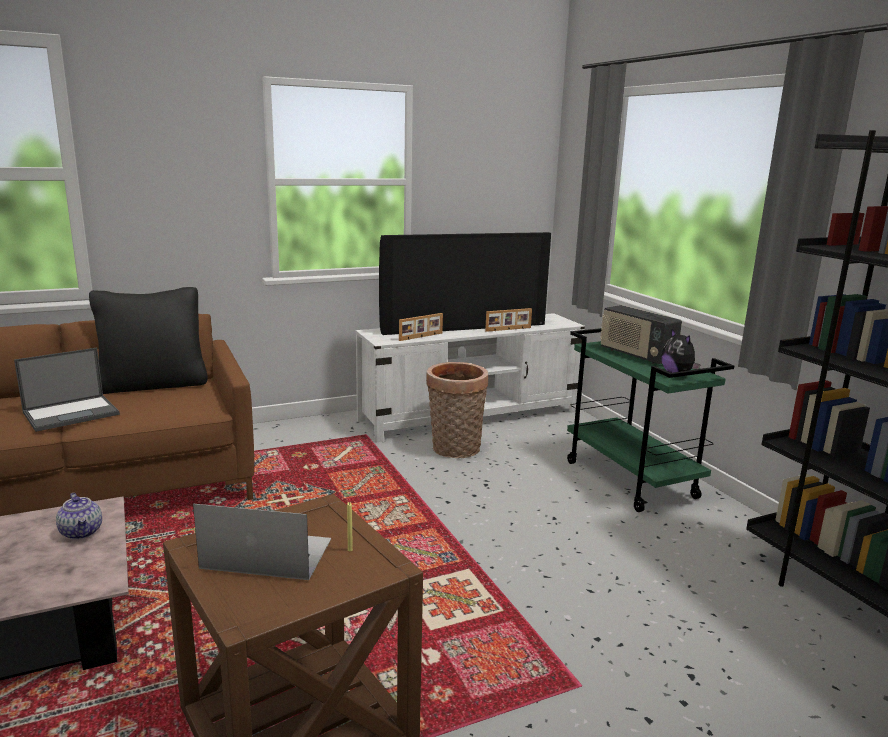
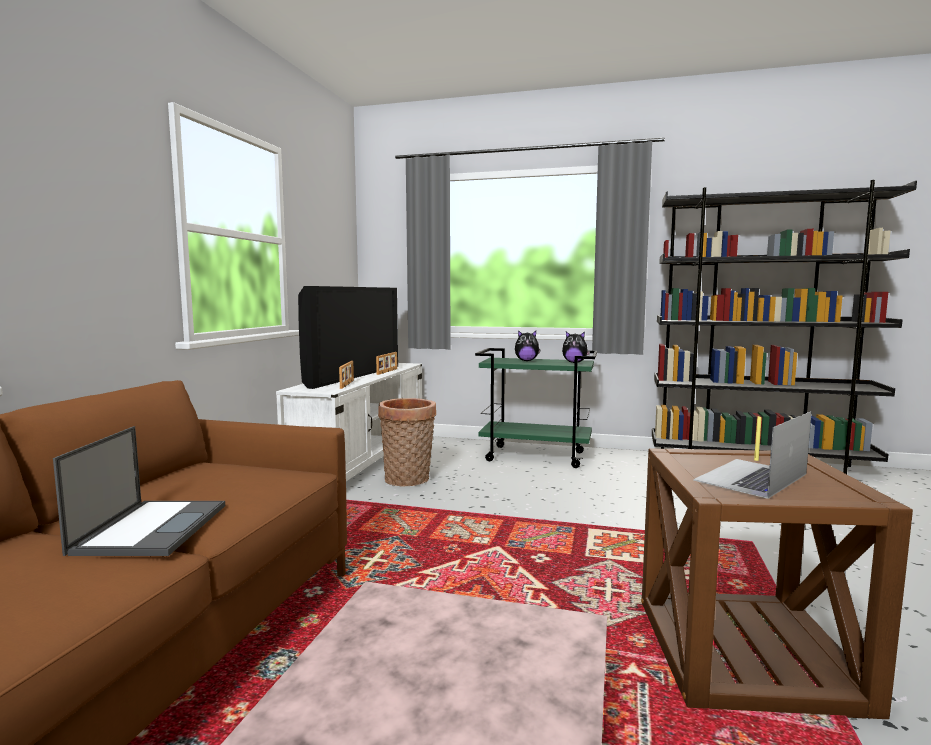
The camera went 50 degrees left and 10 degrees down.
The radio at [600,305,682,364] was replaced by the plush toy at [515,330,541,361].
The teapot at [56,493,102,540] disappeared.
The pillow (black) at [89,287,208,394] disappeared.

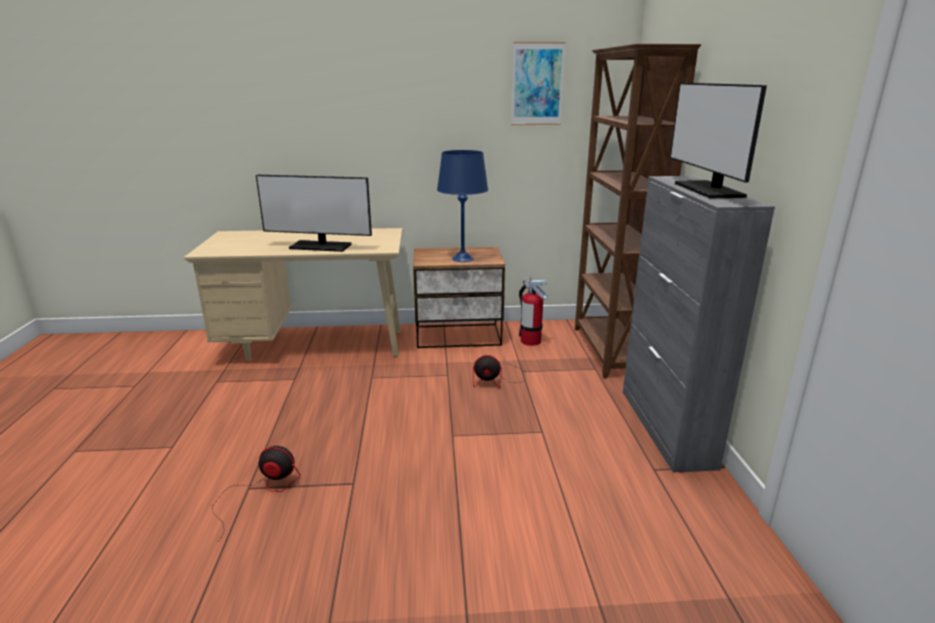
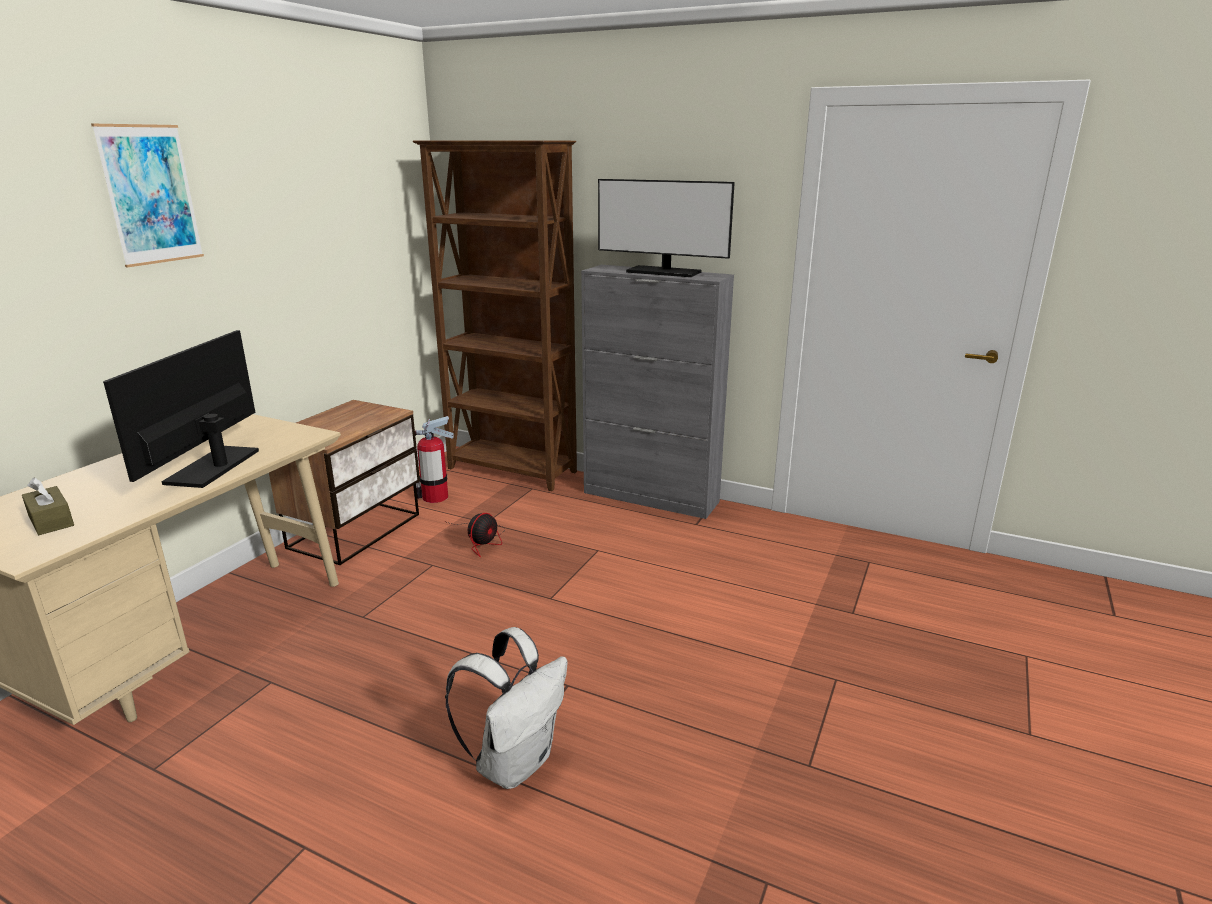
The camera went 60 degrees left and 0 degrees up.
The tissue box (brown) at [22,477,74,535] appeared.
The picture moved from [511,42,565,125] to [91,124,204,267].
The monitor at [256,175,372,252] turned 150 degrees clockwise.
The fan at [213,446,300,543] was replaced by the backpack (white) at [445,627,568,789].
The table lamp (blue) at [437,150,488,262] disappeared.

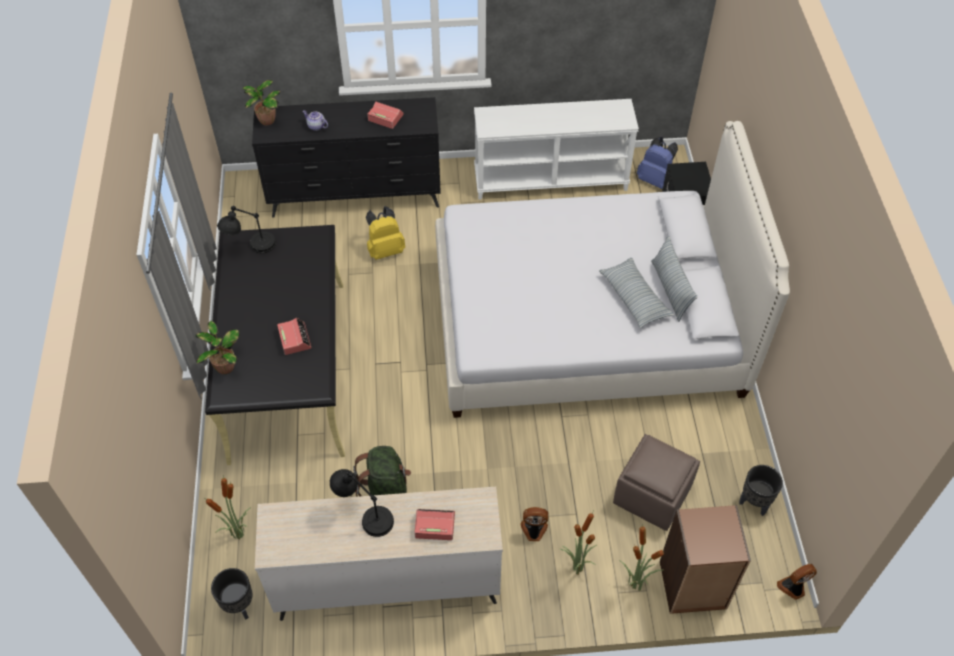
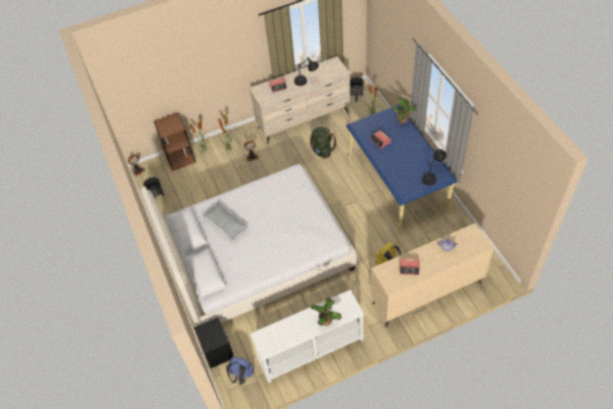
The camera went 165 degrees right and 0 degrees up.
The potted plant moved from [242,80,280,125] to [311,297,342,326].
The desk (black) at [205,225,345,465] became the desk (blue) at [346,104,457,235].
The dresser (black) at [252,97,441,218] became the dresser (beige) at [370,223,494,327].
The ottoman (brown) at [613,434,700,531] disappeared.
The pillow at [651,235,698,322] disappeared.

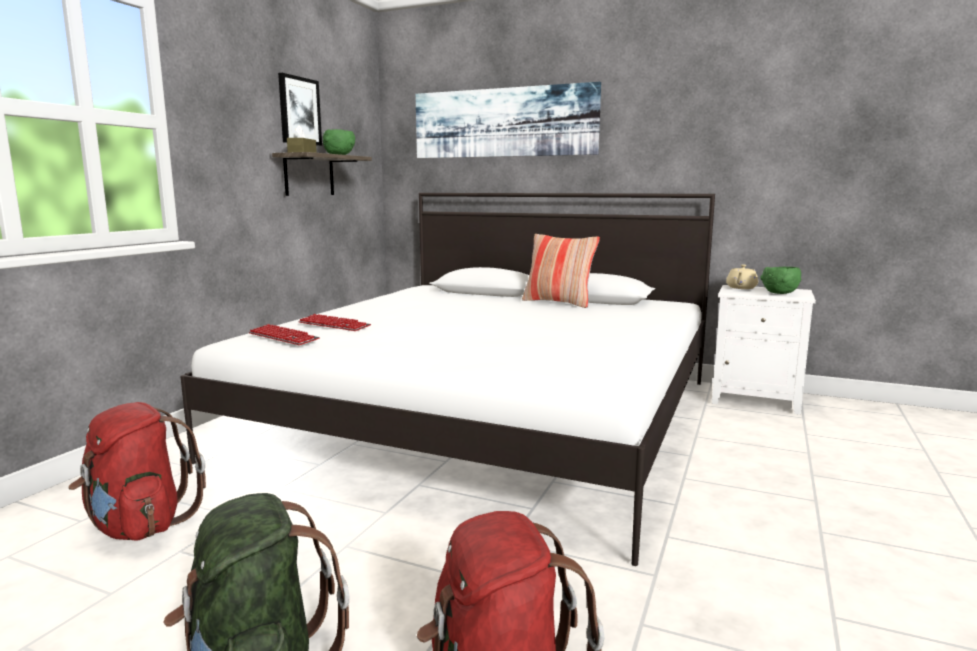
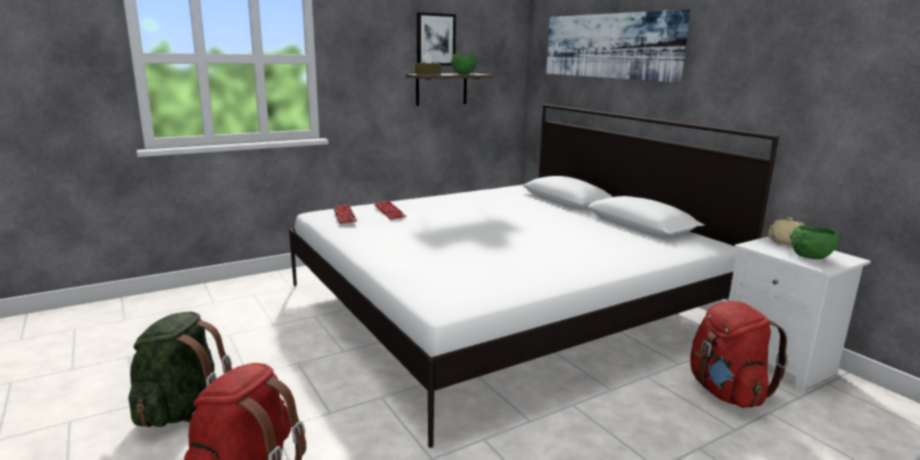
The camera went 35 degrees right and 5 degrees up.
The backpack (red) moved from [69,402,206,541] to [690,301,789,408].
The pillow at [522,234,600,308] disappeared.

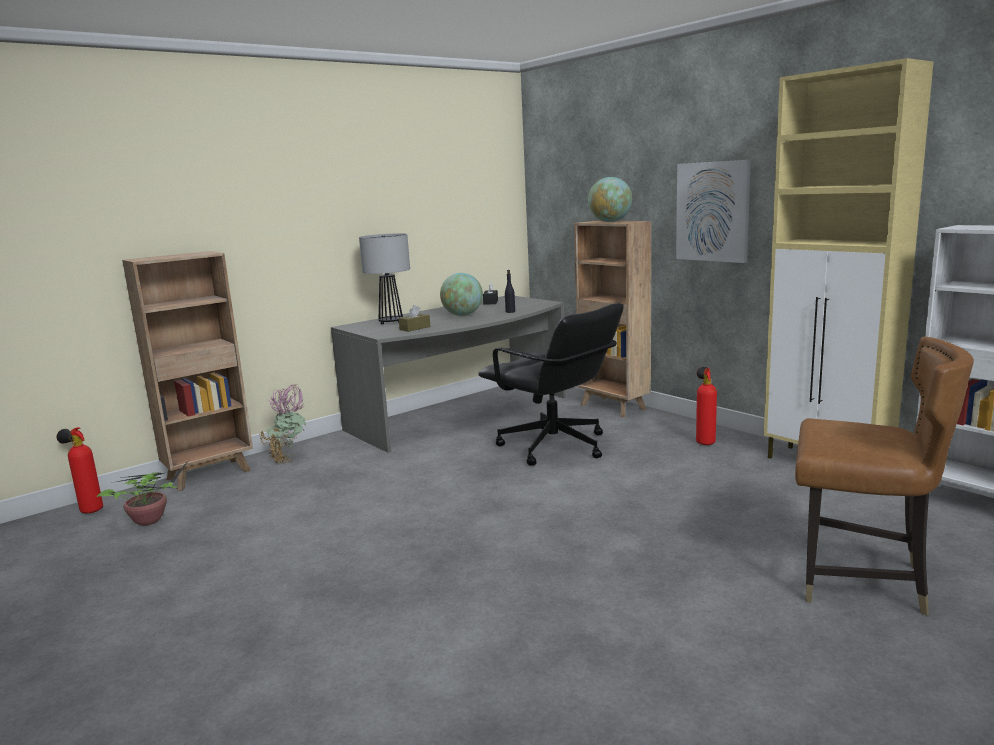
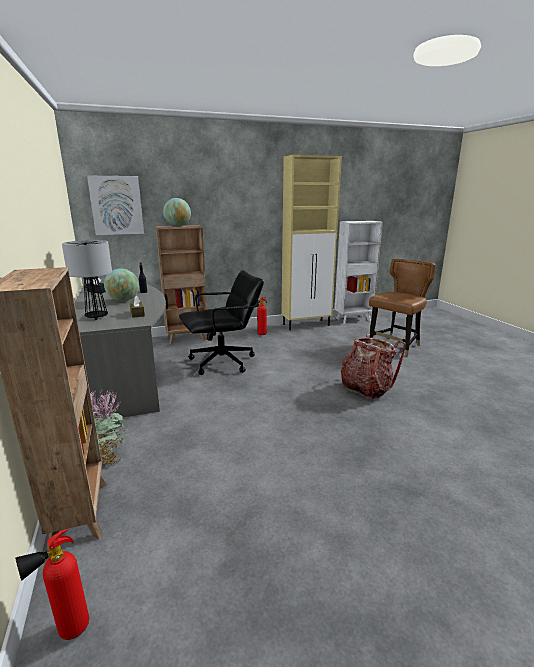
The camera went 70 degrees left and 5 degrees up.
The picture moved from [676,160,751,263] to [87,176,144,235].
The backpack at [341,333,405,399] appeared.
The potted plant at [96,460,189,526] disappeared.

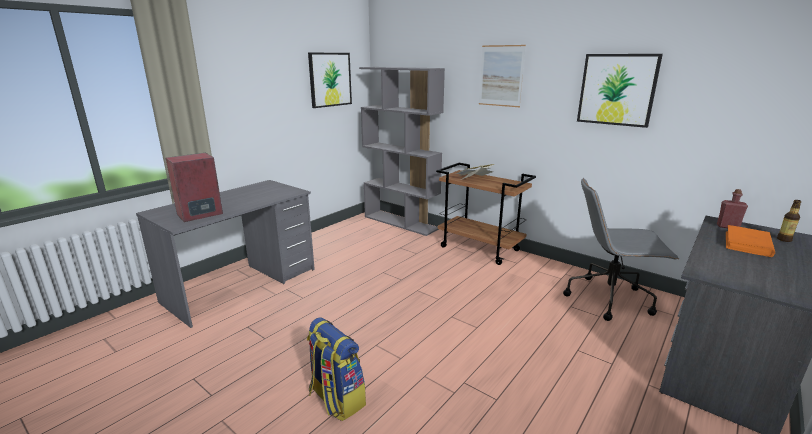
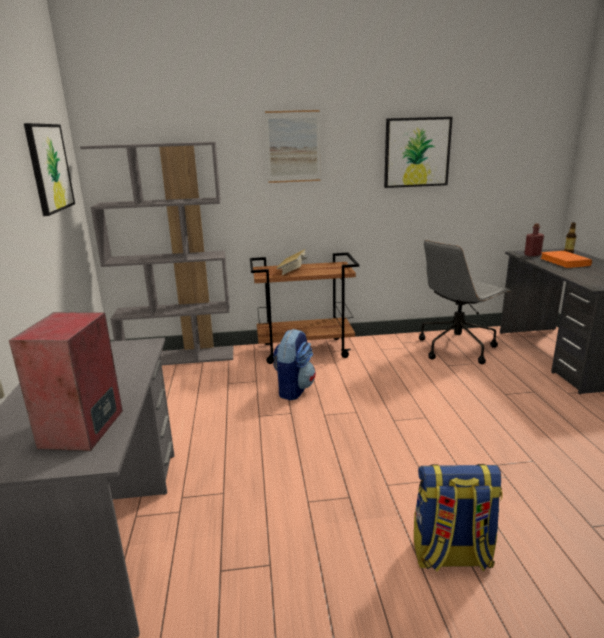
The camera went 45 degrees left and 0 degrees up.
The backpack at [272,329,316,401] appeared.

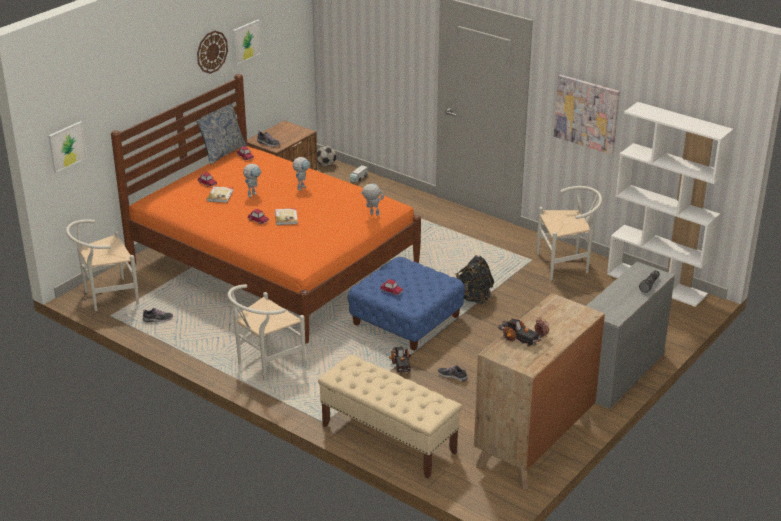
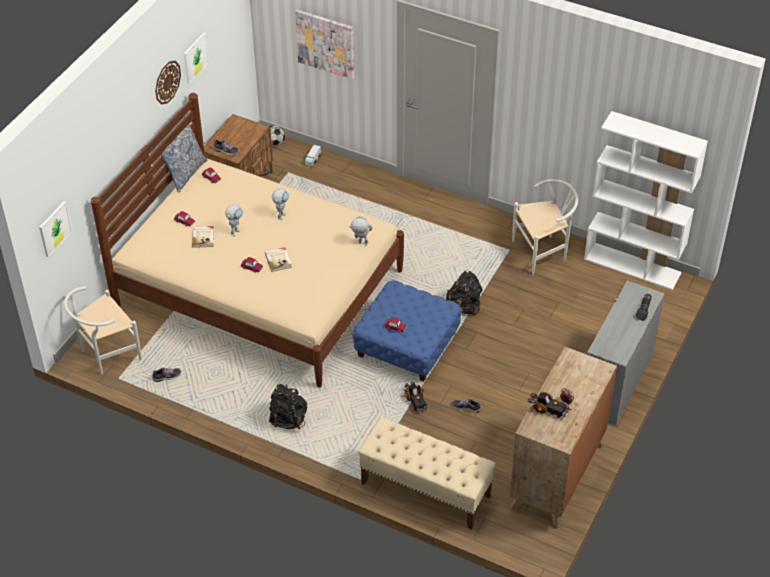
The camera went 10 degrees left and 15 degrees up.
The bed (orange) at [111,74,421,343] became the bed (beige) at [91,93,404,387].
The chair (white) at [227,284,306,381] was replaced by the backpack (black) at [269,384,307,429].
The picture moved from [554,74,620,154] to [295,10,354,80].

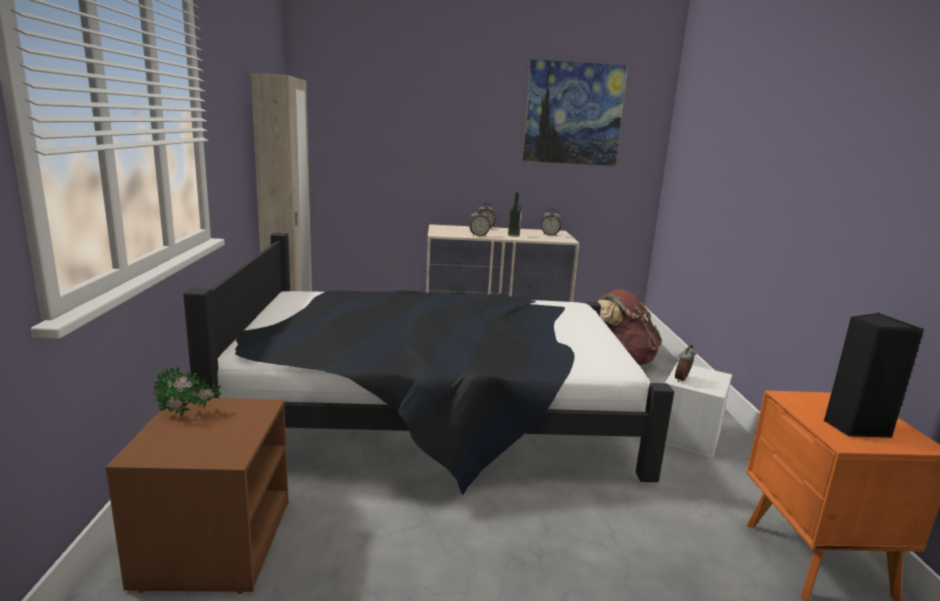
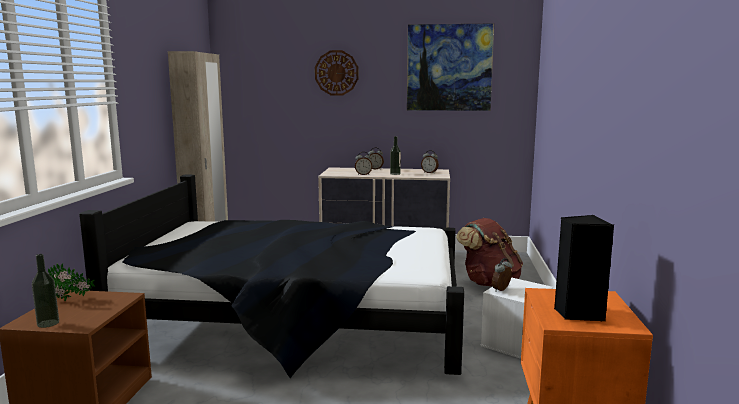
The camera went 10 degrees right and 5 degrees down.
The bottle at [32,254,59,328] appeared.
The wall clock at [315,50,358,96] appeared.

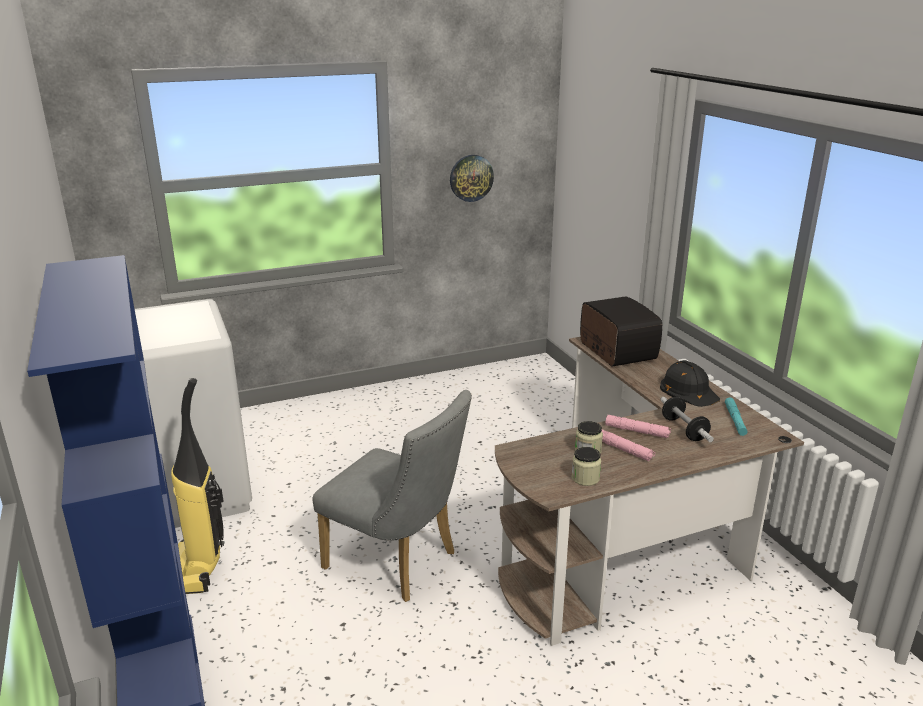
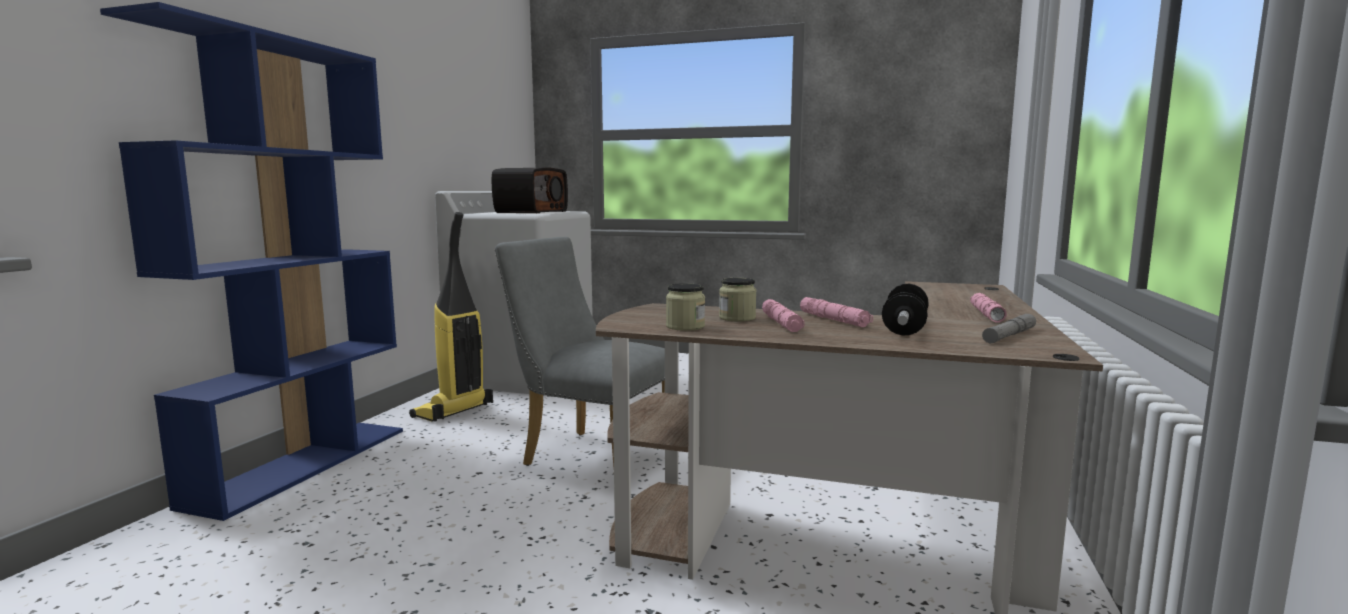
The camera went 40 degrees right and 15 degrees down.
The radio moved from [580,296,662,367] to [492,168,568,213].
The chair (grey) at [313,390,472,602] turned 135 degrees clockwise.
The hard hat (black) at [660,360,720,407] was replaced by the flashlight (pink) at [970,293,1007,323].
The flashlight (turquoise) at [725,398,748,436] became the flashlight (grey) at [982,314,1036,343].
The wall clock at [450,155,494,202] disappeared.

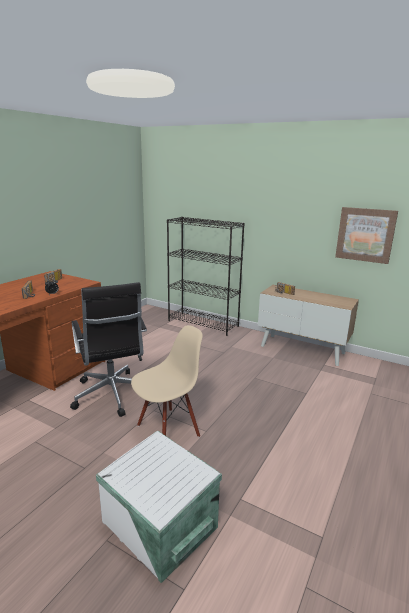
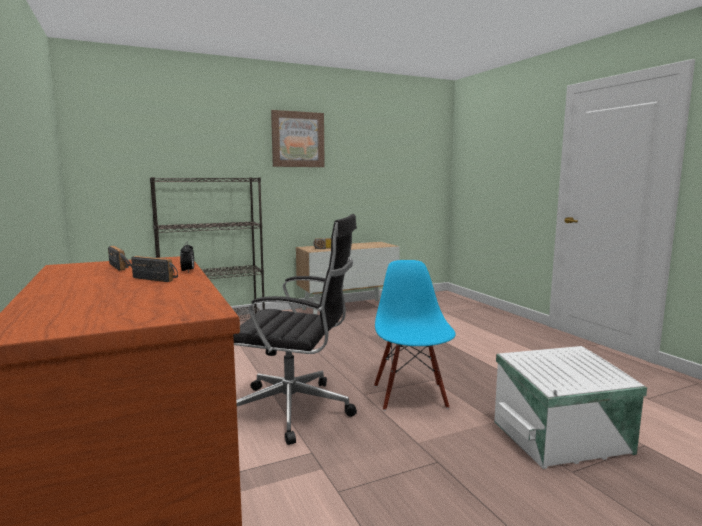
The camera went 55 degrees left and 10 degrees down.
The picture moved from [335,207,398,264] to [271,110,325,167].
The chair (beige) at [131,325,203,437] became the chair (blue) at [374,260,456,411].

